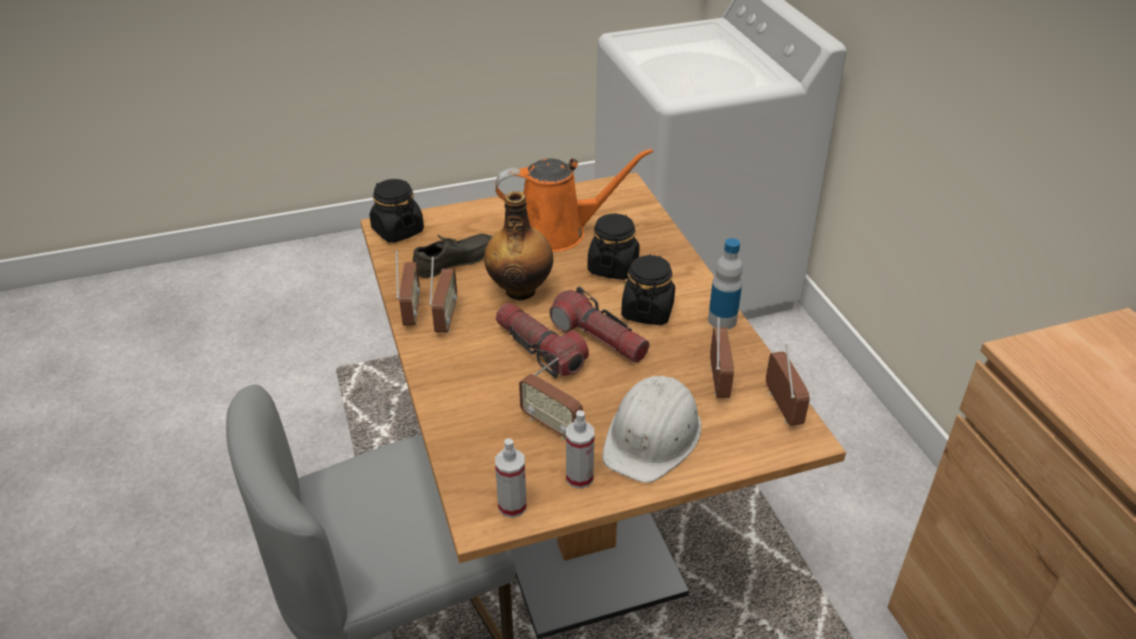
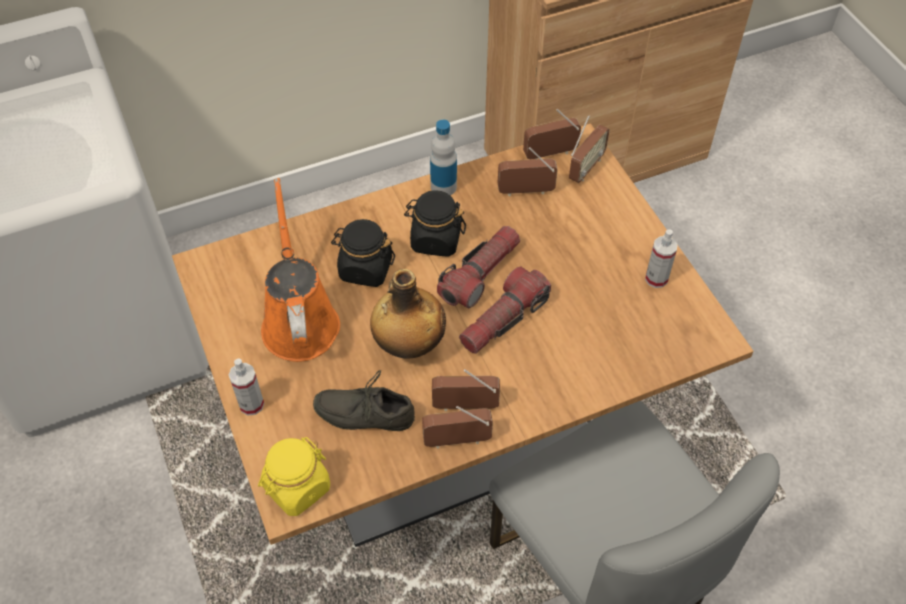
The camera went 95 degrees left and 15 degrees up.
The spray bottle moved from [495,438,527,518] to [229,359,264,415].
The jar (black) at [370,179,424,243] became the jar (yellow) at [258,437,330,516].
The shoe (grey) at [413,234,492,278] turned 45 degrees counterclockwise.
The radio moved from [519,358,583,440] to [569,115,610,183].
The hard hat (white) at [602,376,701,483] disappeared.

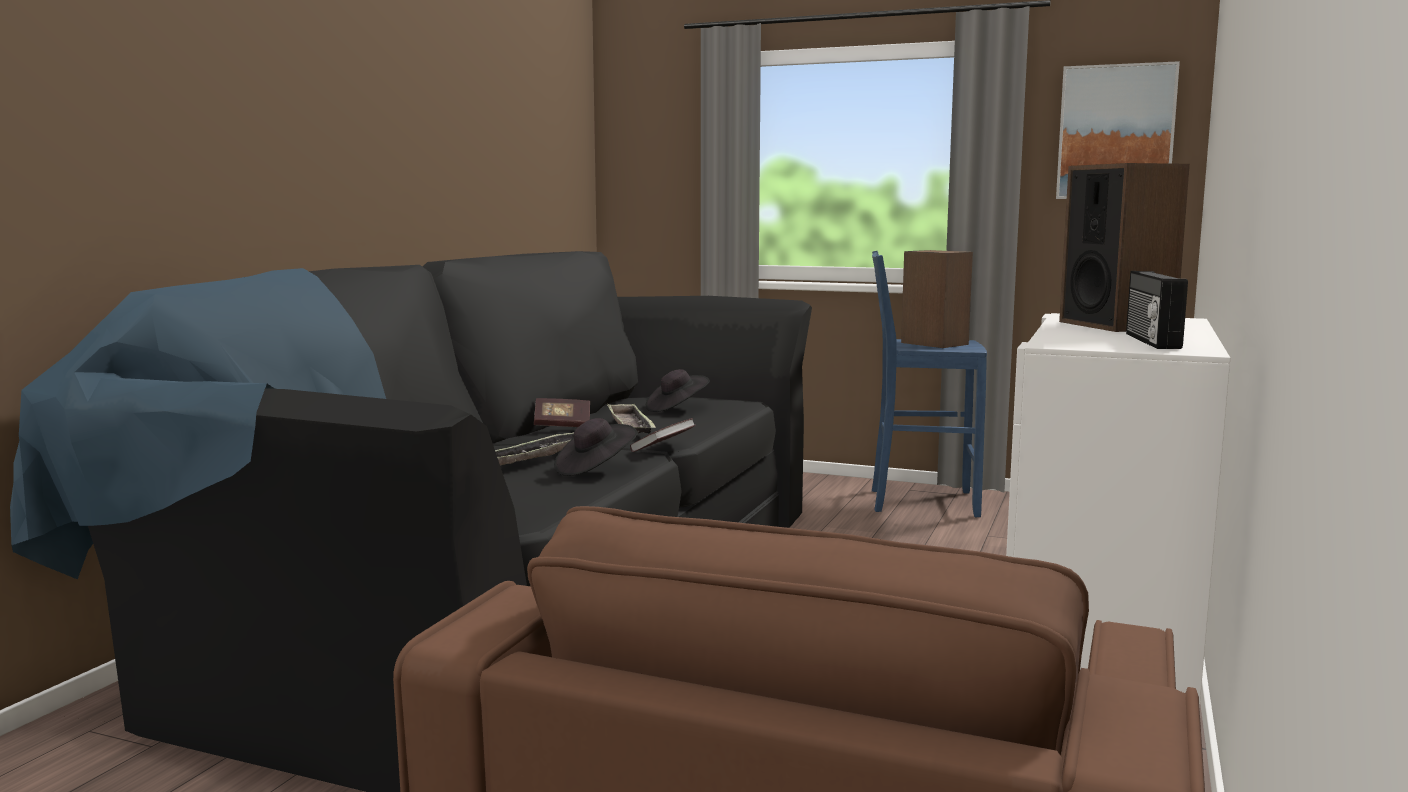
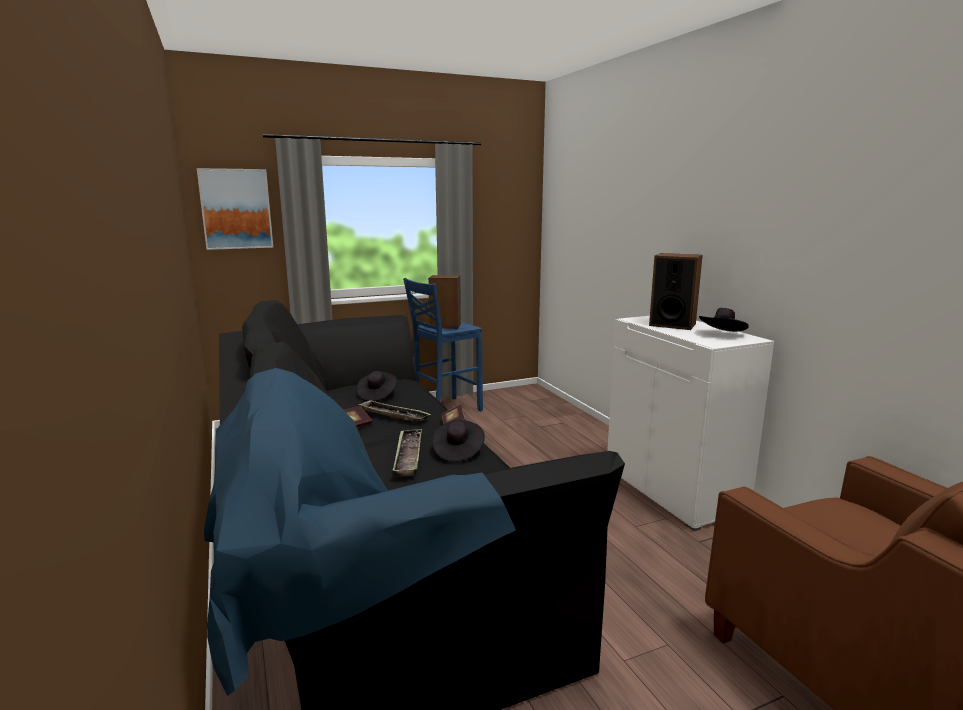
The camera went 45 degrees left and 5 degrees up.
The picture moved from [1056,61,1180,199] to [197,168,273,250].
The radio at [1126,271,1188,349] was replaced by the hat (black) at [699,308,749,332].

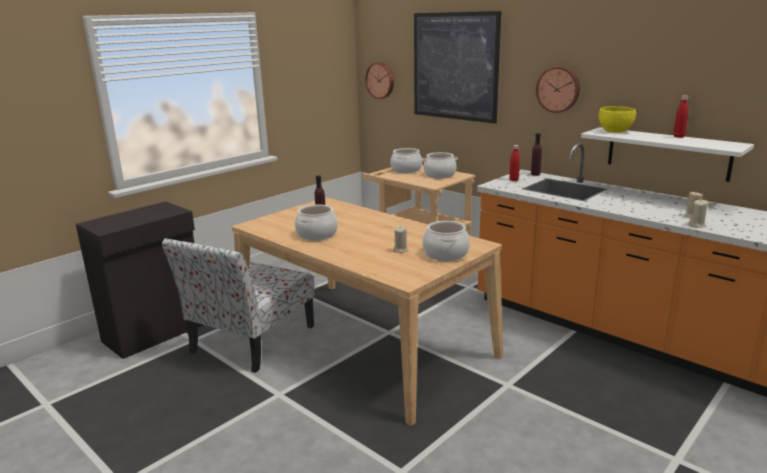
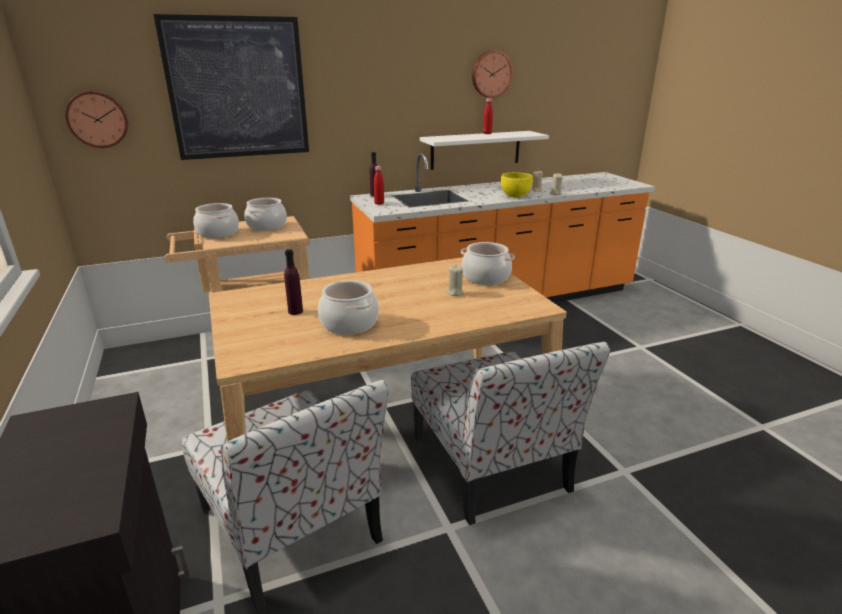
The camera went 65 degrees left and 5 degrees up.
The chair at [411,342,610,525] appeared.
The wall clock moved from [536,66,580,113] to [472,51,513,98].
The bowl (yellow) moved from [598,106,636,133] to [501,172,533,198].

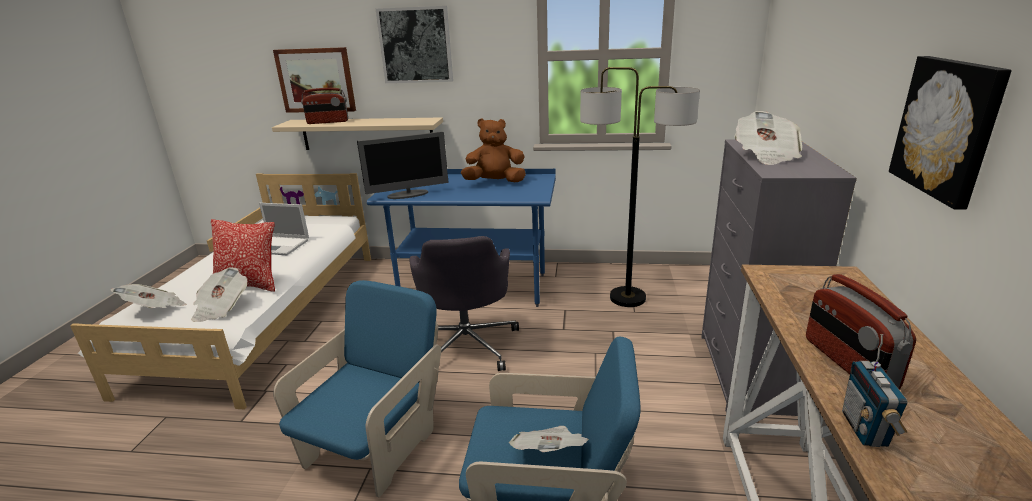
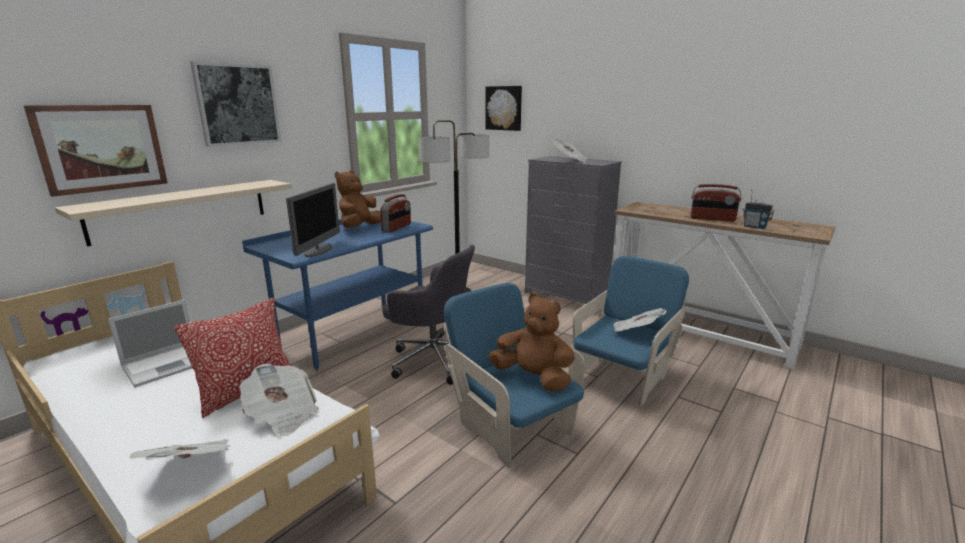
The camera went 60 degrees left and 5 degrees down.
The radio moved from [301,88,348,124] to [380,194,411,232].
The picture moved from [889,56,1012,209] to [485,86,522,131].
The plush toy (brown) at [488,294,575,392] appeared.

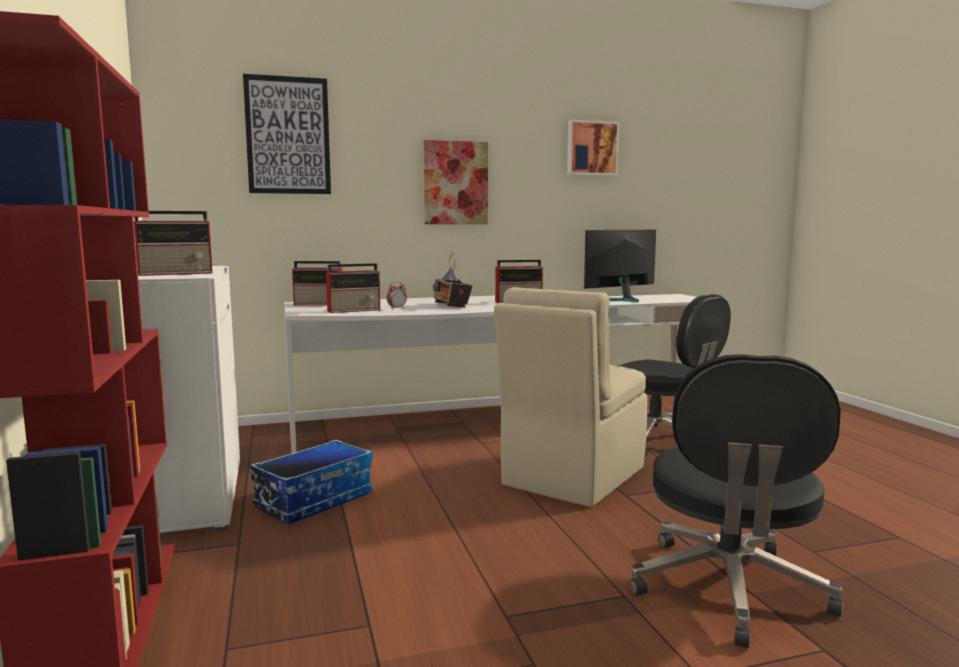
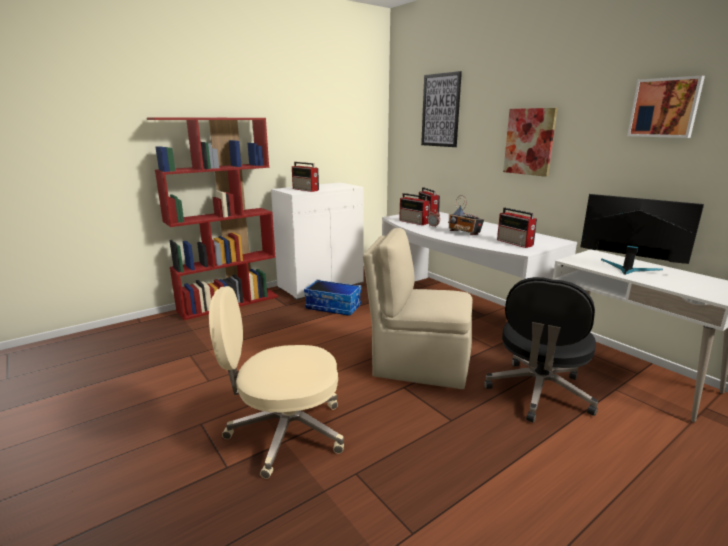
The camera went 70 degrees right and 10 degrees up.
The office chair (black) at [629,354,843,648] became the office chair (beige) at [209,286,344,479].
The radio at [433,252,473,308] turned 90 degrees counterclockwise.

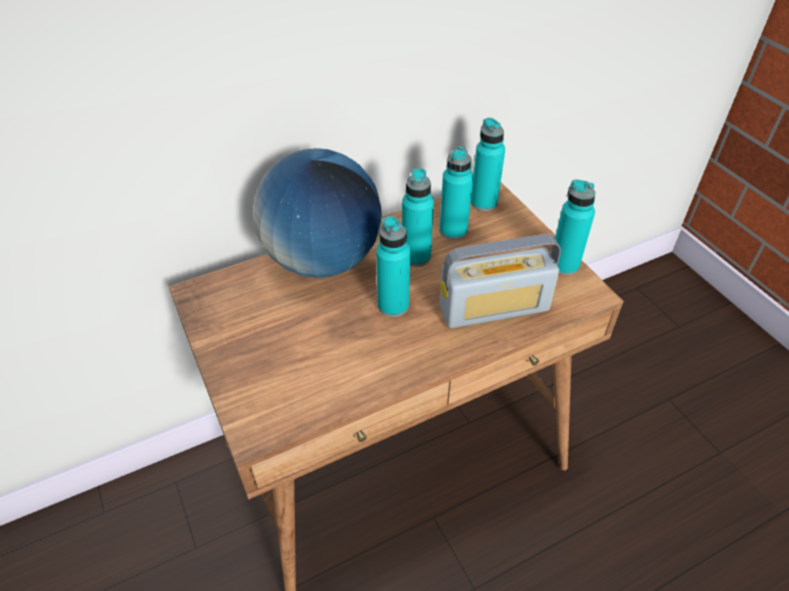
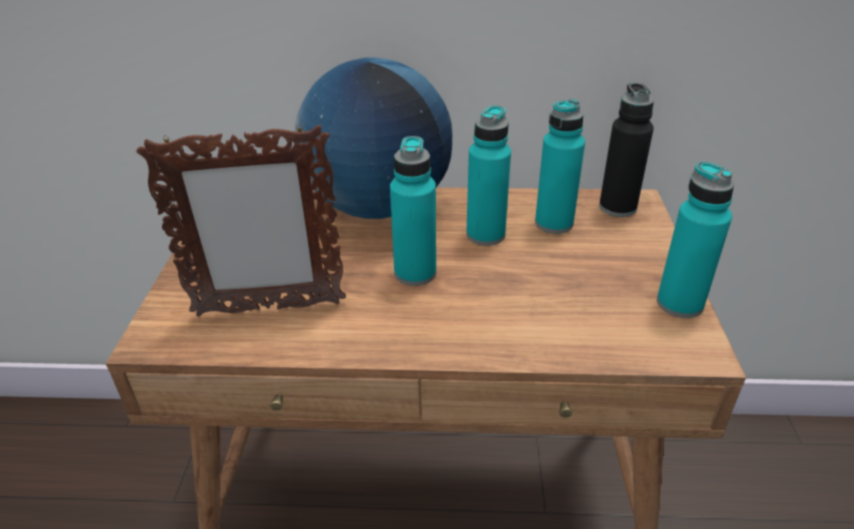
The camera went 30 degrees right and 10 degrees down.
The picture frame at [136,124,346,317] appeared.
The bottle (turquoise) at [471,118,505,211] became the bottle (black) at [599,83,654,217].
The radio at [439,234,561,328] disappeared.

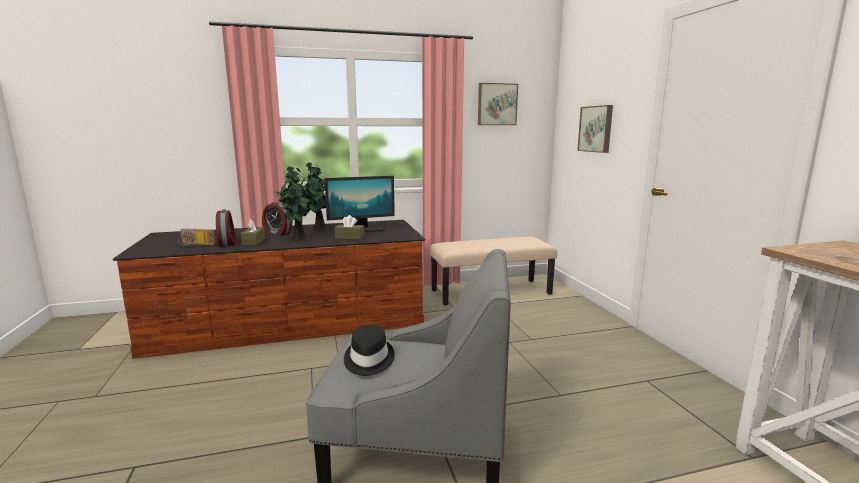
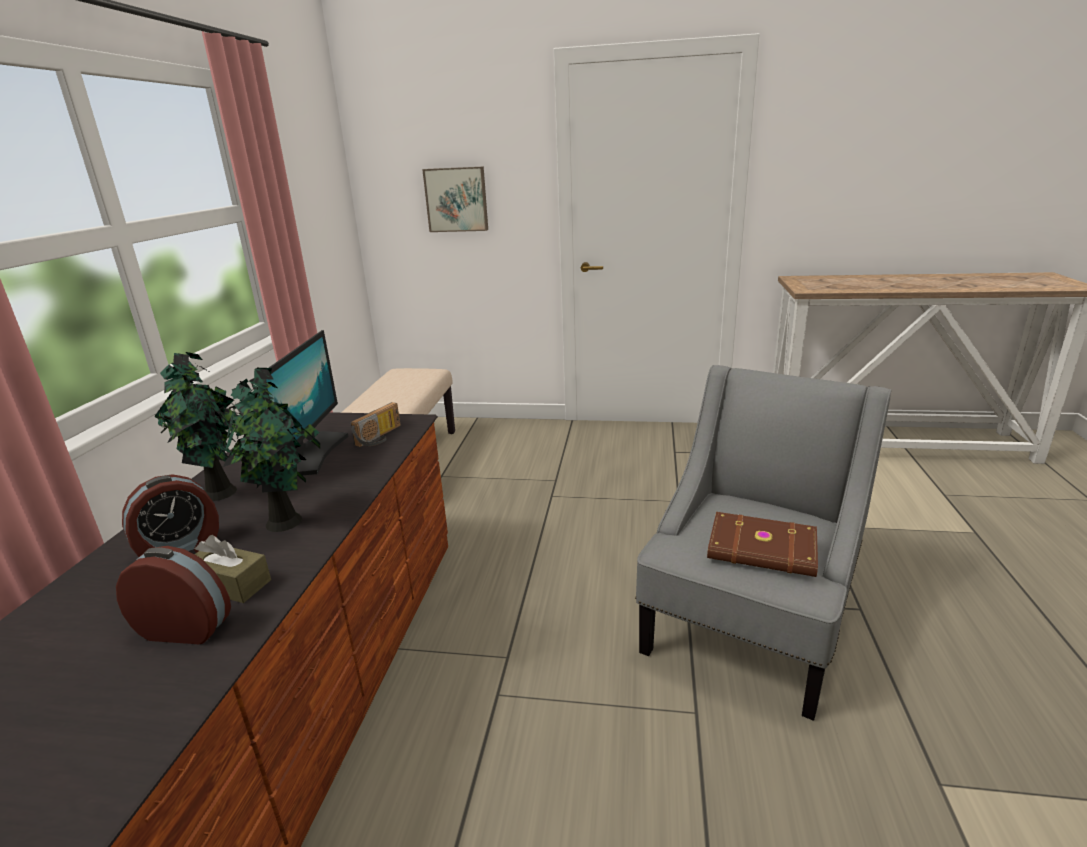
The camera went 65 degrees left and 10 degrees up.
The radio moved from [178,228,216,246] to [351,402,400,447].
The hat (black) at [344,325,395,376] was replaced by the book (brown) at [707,512,818,577].
The tissue box (brown) at [335,215,365,240] disappeared.
The picture at [478,83,518,125] disappeared.

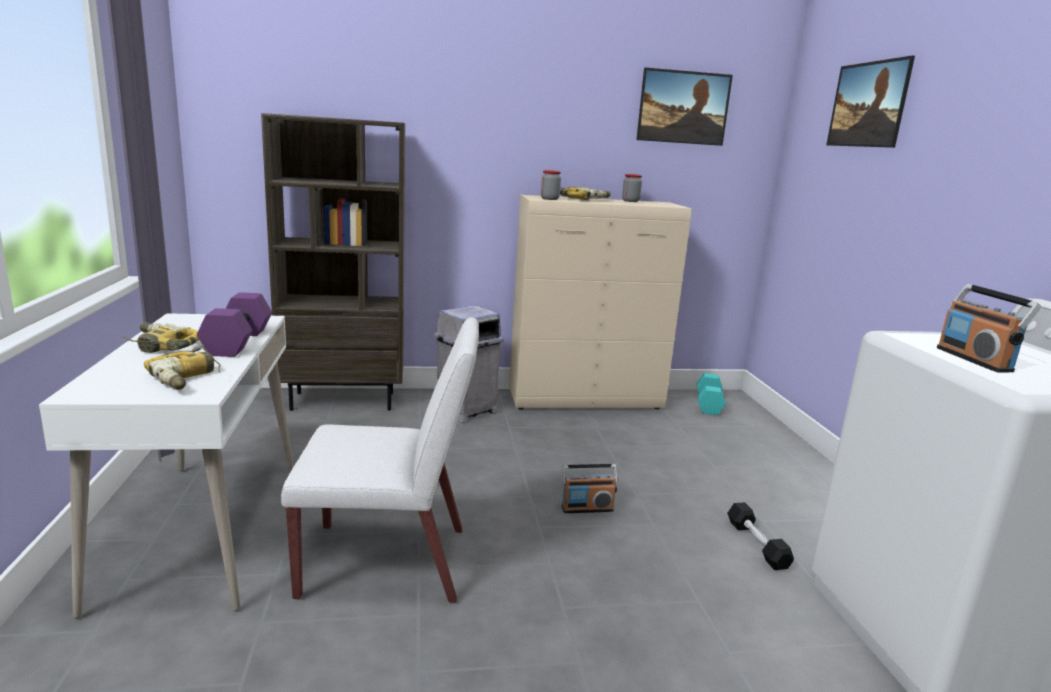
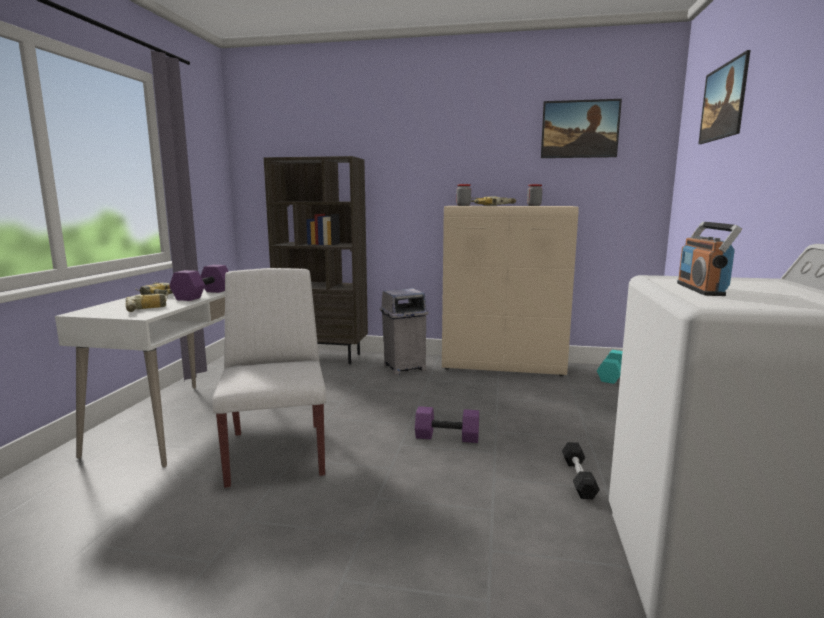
The camera went 20 degrees right and 5 degrees down.
The chair (white) at [281,317,479,603] turned 120 degrees counterclockwise.
The radio at [561,464,617,513] was replaced by the dumbbell (purple) at [415,406,479,443].

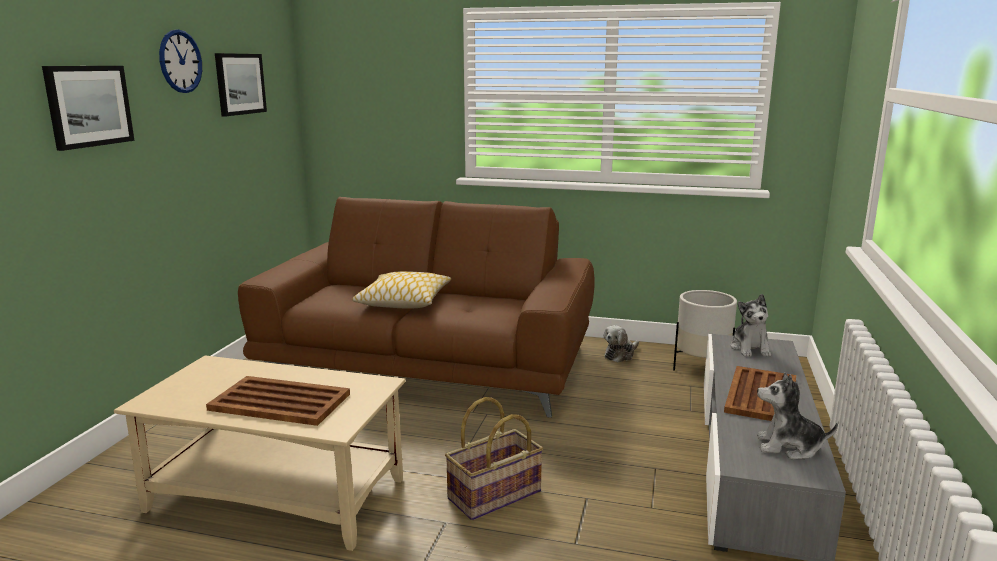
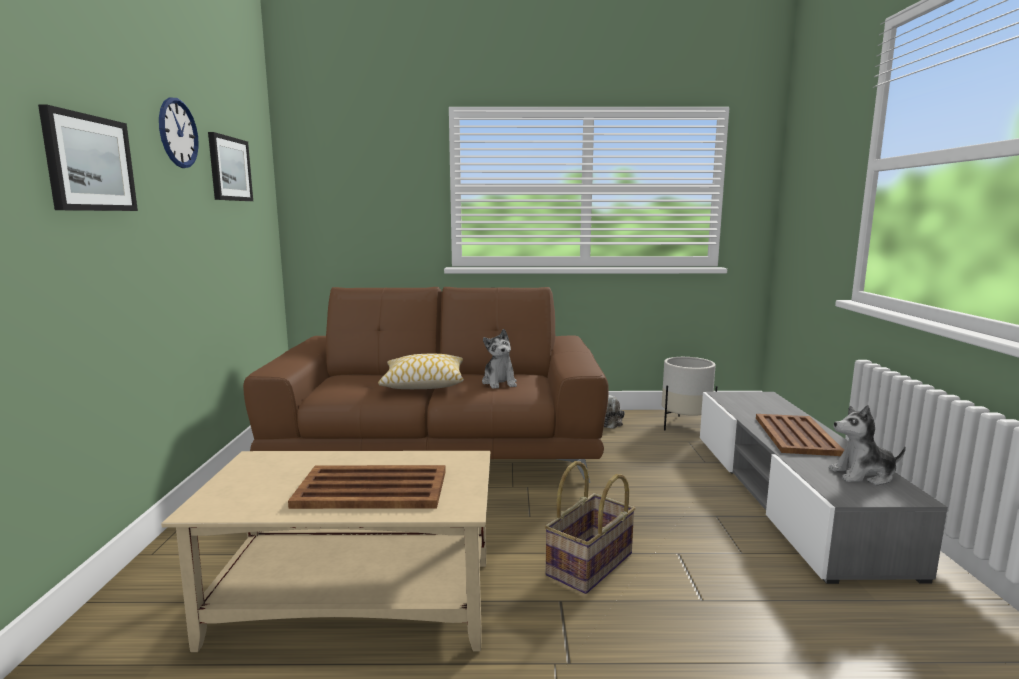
The camera went 15 degrees left and 5 degrees down.
The plush toy moved from [730,294,771,357] to [482,329,517,389].

